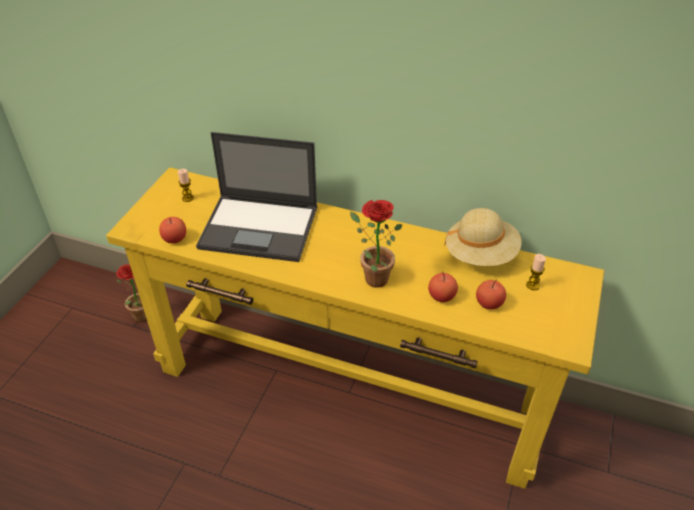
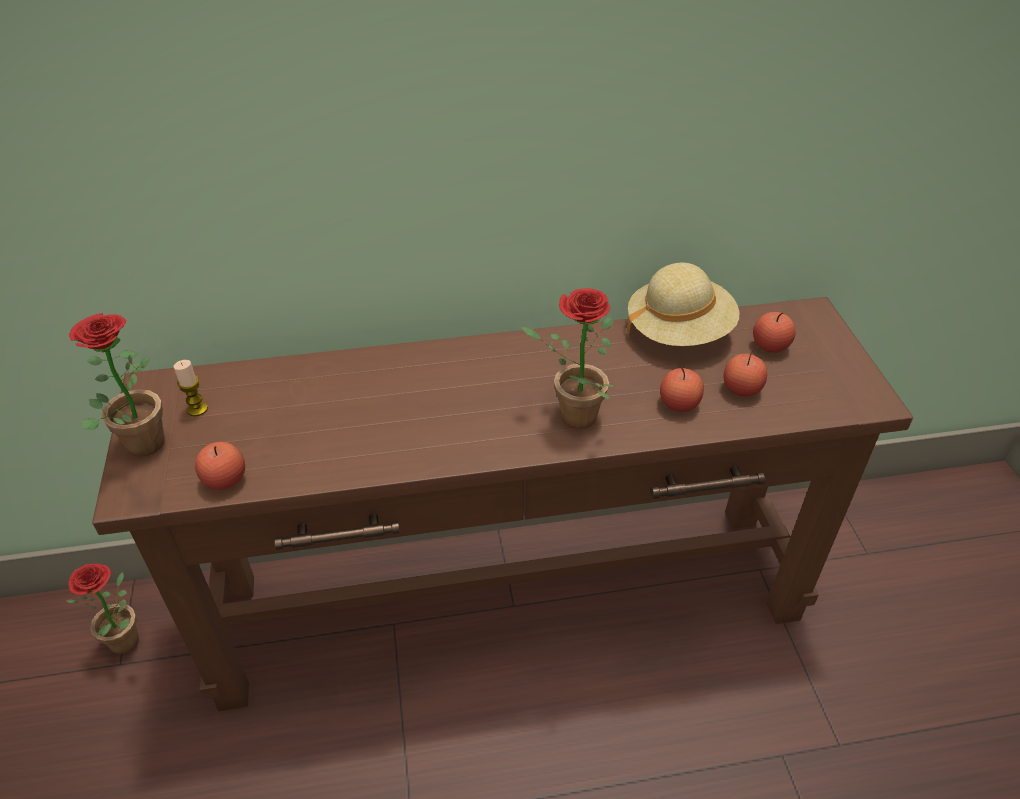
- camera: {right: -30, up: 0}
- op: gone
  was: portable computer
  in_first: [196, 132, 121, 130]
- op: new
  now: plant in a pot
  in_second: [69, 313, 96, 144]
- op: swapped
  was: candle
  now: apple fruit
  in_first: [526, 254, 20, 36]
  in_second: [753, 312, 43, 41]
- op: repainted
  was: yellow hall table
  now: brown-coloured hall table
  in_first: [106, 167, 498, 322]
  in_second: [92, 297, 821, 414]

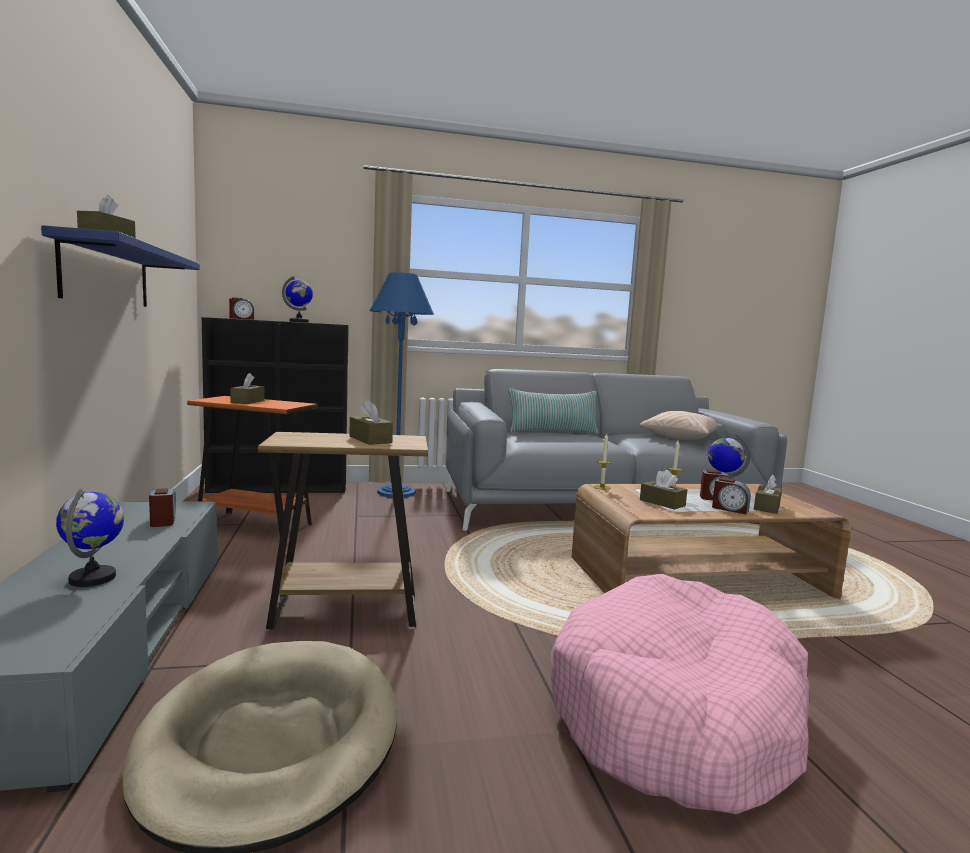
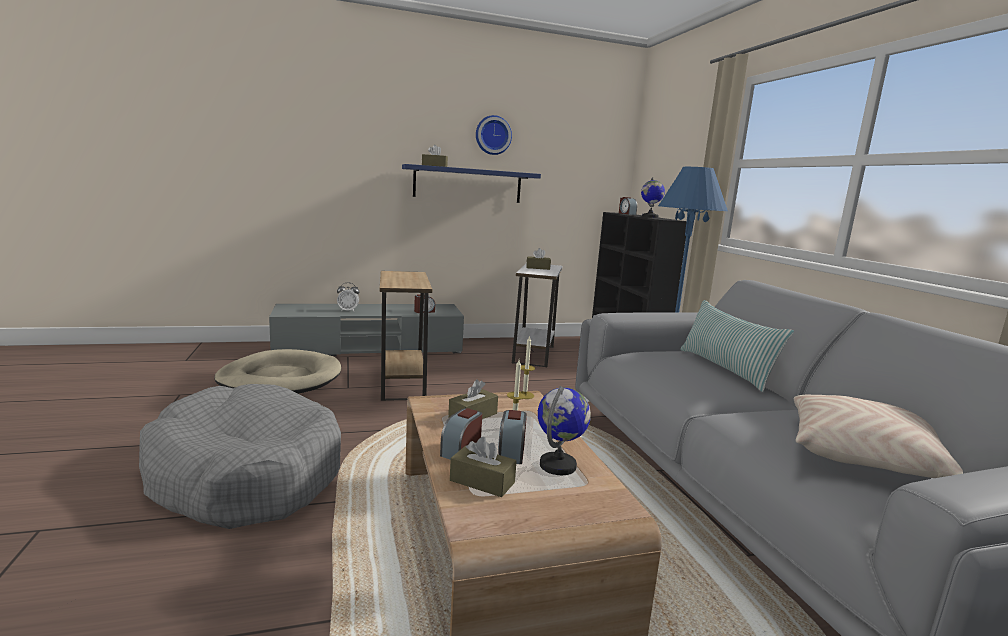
- camera: {right: 85, up: 5}
- op: gone
  was: brown-coloured tissue box
  in_first: [349, 399, 44, 46]
- op: new
  now: clock on the wall
  in_second: [476, 115, 36, 40]
- op: swapped
  was: desk globe
  now: table clock
  in_first: [56, 489, 68, 98]
  in_second: [337, 283, 22, 29]
- op: repainted
  was: orange end table
  now: white end table
  in_first: [187, 396, 130, 141]
  in_second: [512, 263, 50, 104]
- op: repainted
  was: pink-coloured dog bed
  now: grey dog bed
  in_first: [551, 574, 259, 240]
  in_second: [139, 384, 202, 145]

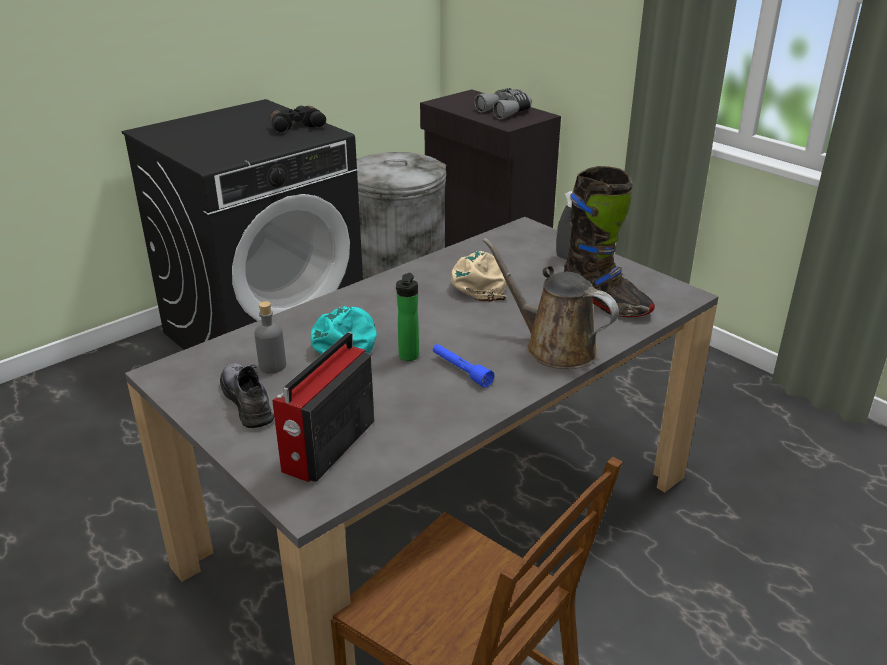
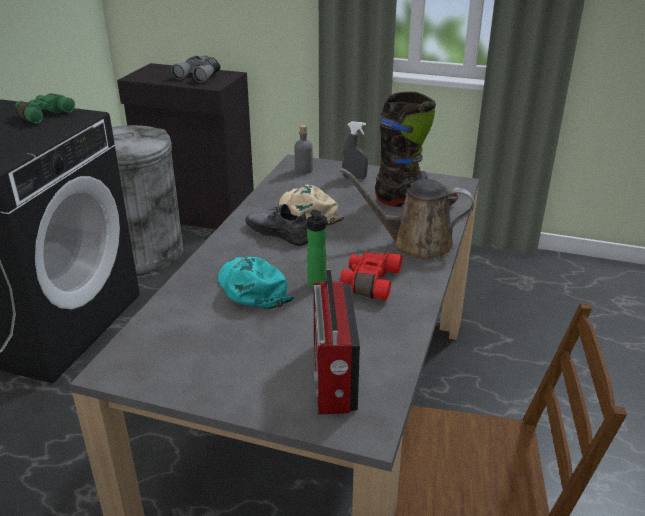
- camera: {right: -30, up: 0}
- op: shifted
  was: grey shoe
  in_first: [220, 363, 54, 65]
  in_second: [245, 204, 63, 42]
- op: shifted
  was: grey bottle
  in_first: [254, 301, 32, 73]
  in_second: [295, 125, 18, 49]
- op: swapped
  was: bluish torch
  now: red-coloured binoculars
  in_first: [433, 344, 62, 44]
  in_second: [340, 251, 62, 49]
- op: repainted
  was: black binoculars
  now: green-coloured binoculars
  in_first: [270, 106, 56, 27]
  in_second: [15, 94, 60, 29]

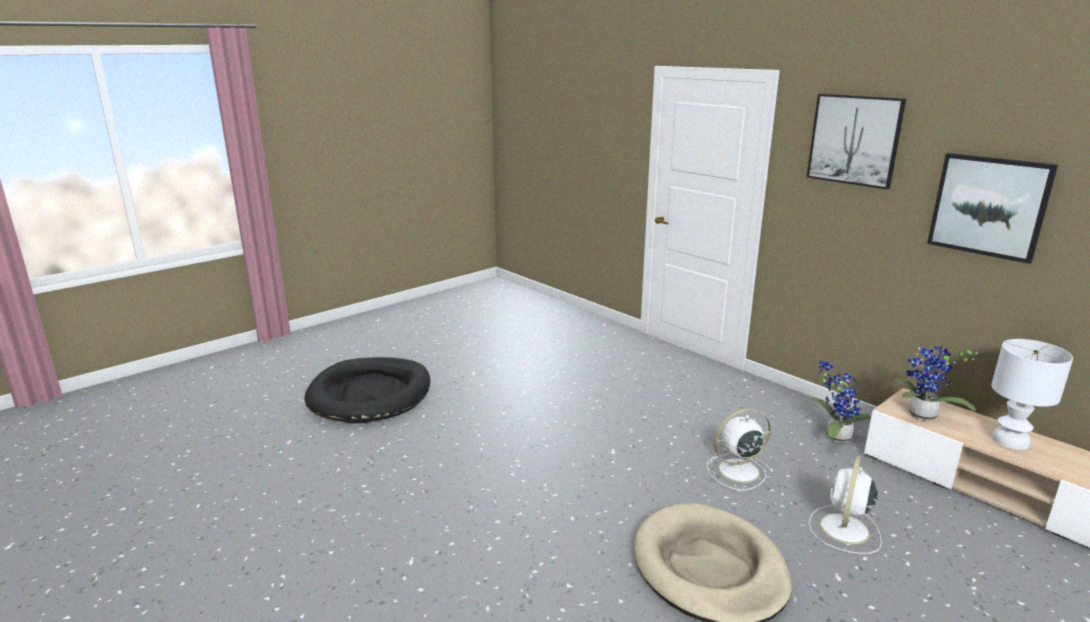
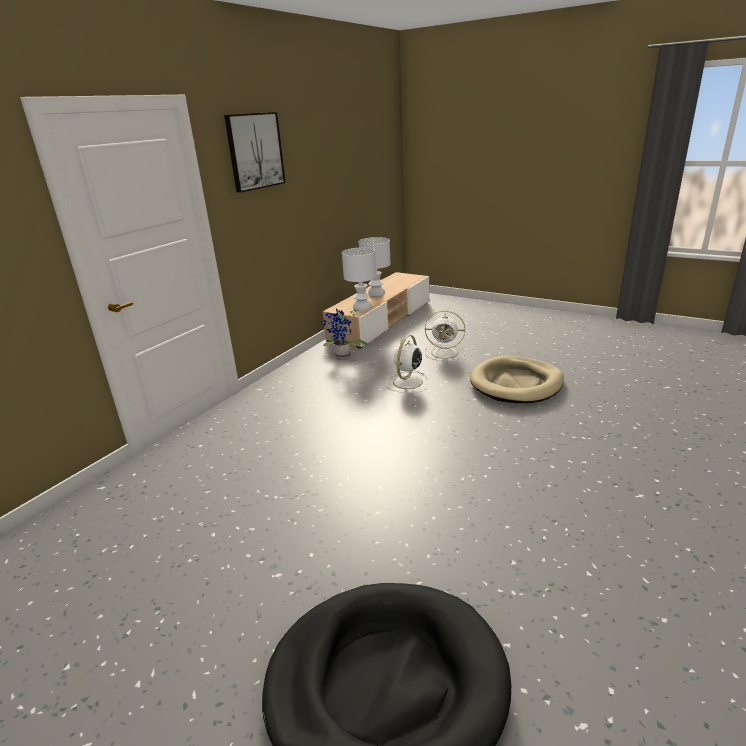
- camera: {right: -105, up: 5}
- op: gone
  was: wall art
  in_first: [927, 153, 131, 111]
- op: swapped
  was: plant in a pot
  now: white lamp for a table
  in_first: [894, 345, 84, 76]
  in_second: [342, 247, 34, 64]
- op: rotated
  was: white electric fan
  in_first: [707, 408, 66, 82]
  in_second: [386, 335, 42, 58]
  clockwise: 60

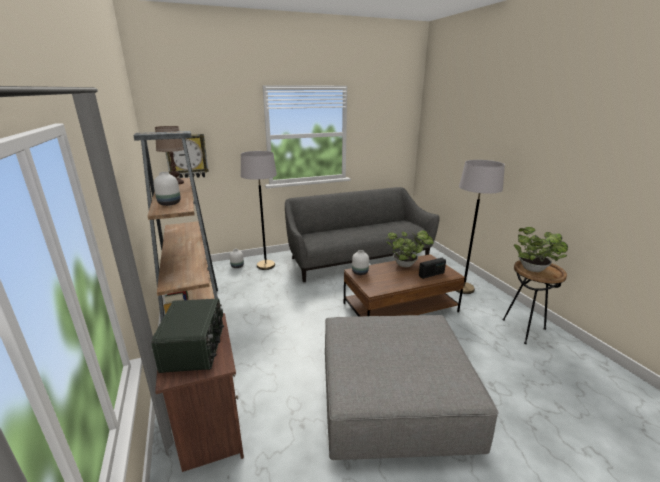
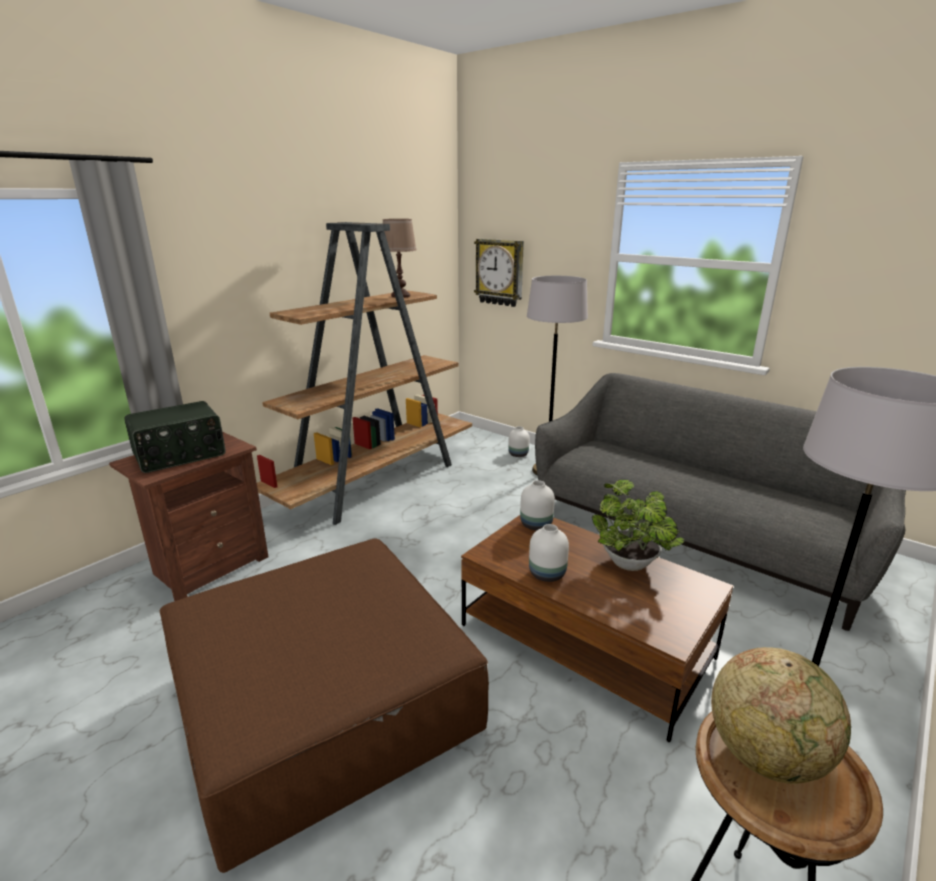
- camera: {right: 60, up: 0}
- op: gone
  was: radio
  in_first: [419, 258, 27, 21]
- op: shifted
  was: white vase
  in_first: [153, 172, 27, 34]
  in_second: [529, 524, 40, 58]
- op: swapped
  was: plant in a pot
  now: desk globe
  in_first: [514, 227, 54, 45]
  in_second: [711, 647, 140, 137]
- op: repainted
  was: grey footrest
  now: brown-coloured footrest
  in_first: [325, 315, 174, 145]
  in_second: [160, 538, 329, 335]

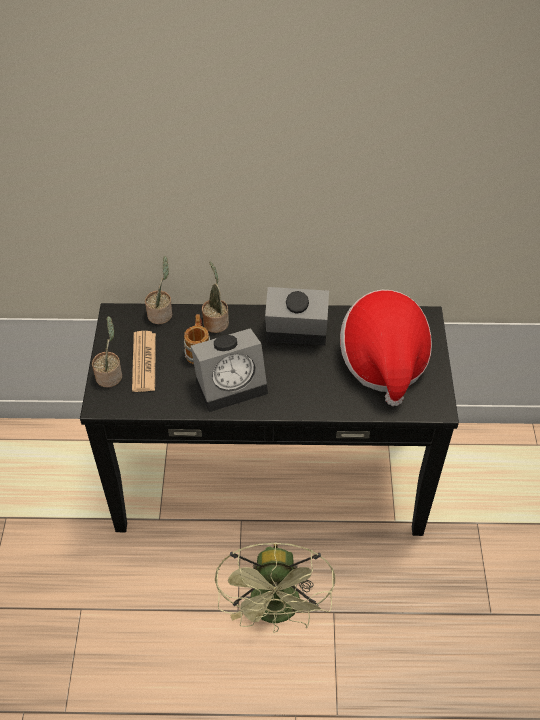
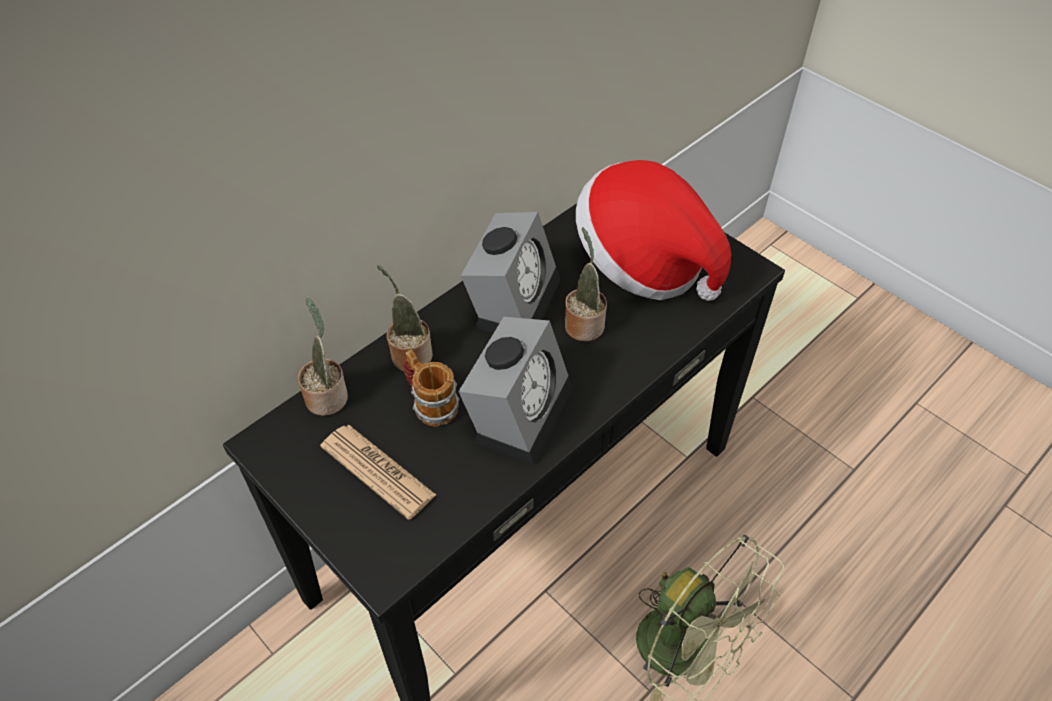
- camera: {right: -45, up: 0}
- op: shifted
  was: plant in a pot
  in_first: [92, 316, 30, 71]
  in_second: [565, 227, 42, 114]
- op: rotated
  was: table clock
  in_first: [265, 287, 64, 59]
  in_second: [461, 212, 99, 121]
  clockwise: 150

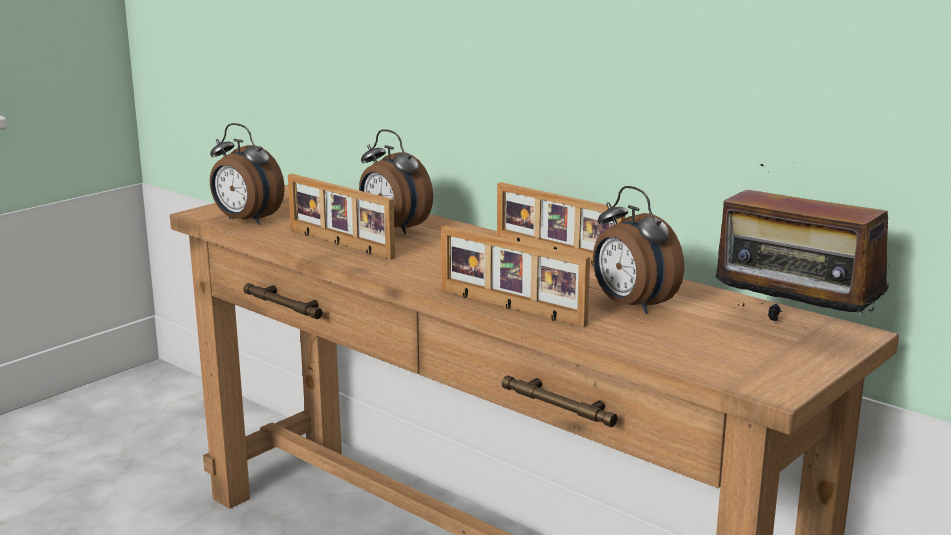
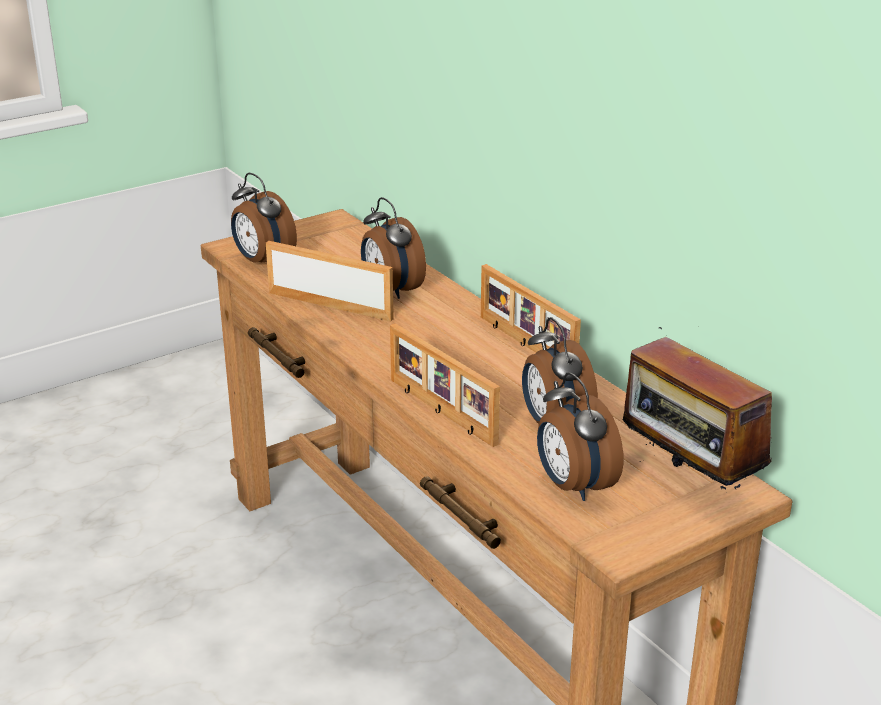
- camera: {right: 15, up: 10}
- op: new
  now: table clock
  in_second: [537, 372, 86, 129]
- op: rotated
  was: standing frame
  in_first: [288, 174, 107, 86]
  in_second: [266, 241, 128, 80]
  clockwise: 150

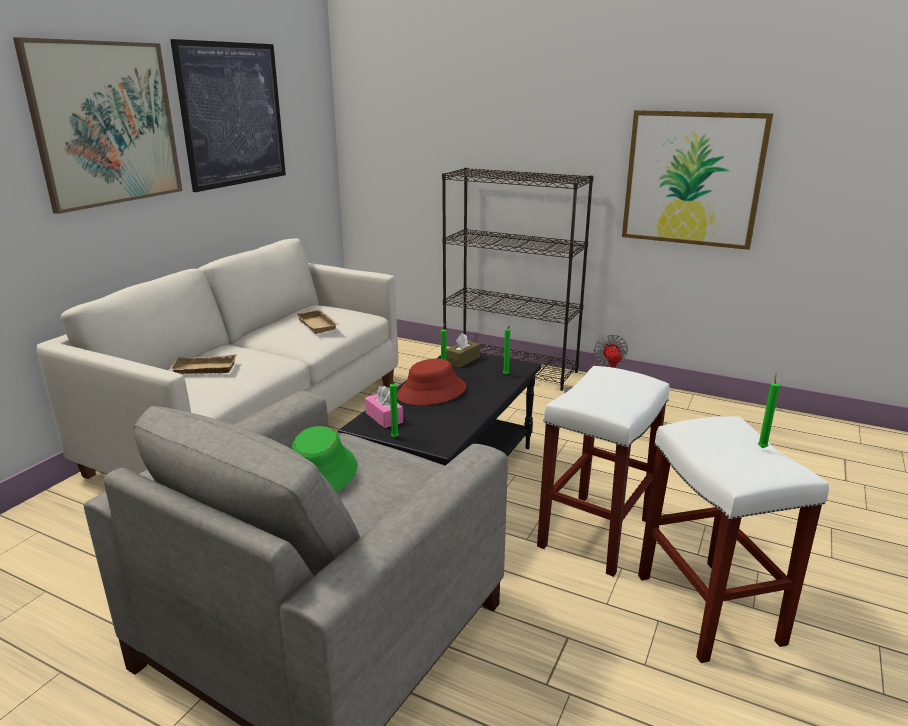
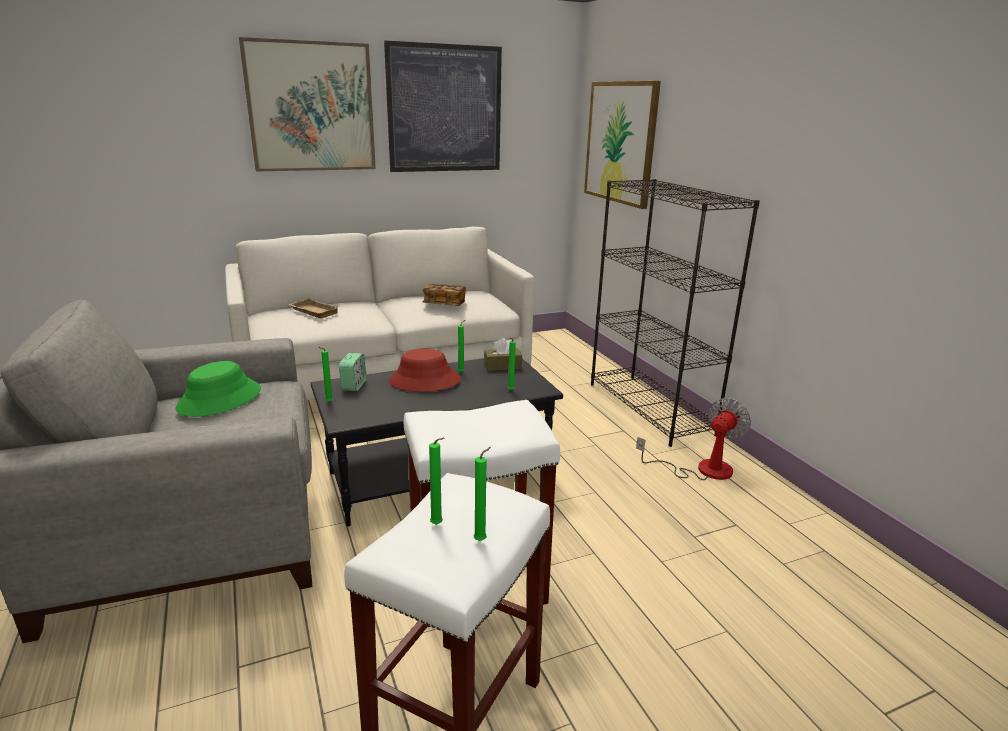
- camera: {right: 40, up: 0}
- op: new
  now: green-coloured candle
  in_second: [429, 438, 15, 87]
- op: shifted
  was: wall art
  in_first: [622, 110, 151, 140]
  in_second: [584, 81, 77, 128]
- op: swapped
  was: beige serving tray
  now: bound book
  in_first: [296, 309, 43, 25]
  in_second: [422, 284, 44, 22]
- op: swapped
  was: pink-coloured tissue box
  now: table clock
  in_first: [365, 386, 38, 42]
  in_second: [339, 353, 27, 38]

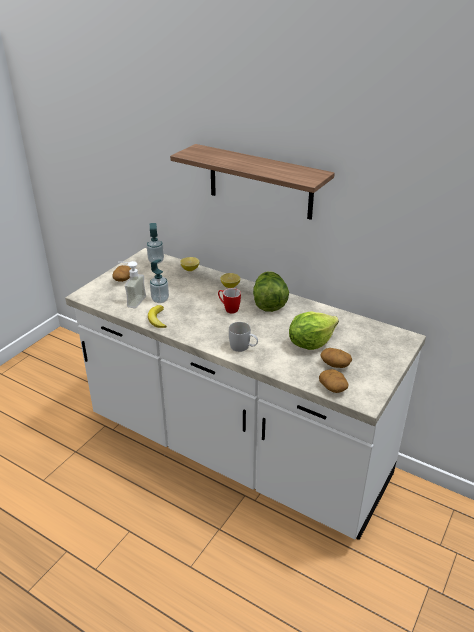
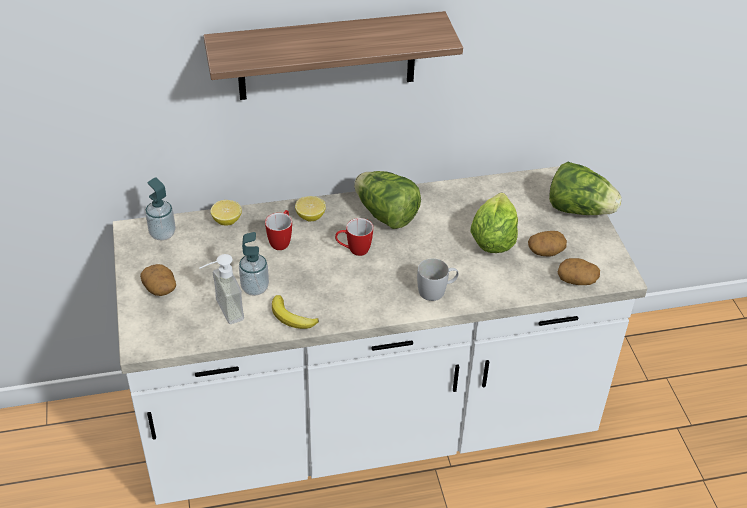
- camera: {right: -45, up: 10}
- op: new
  now: mug
  in_second: [265, 210, 27, 40]
- op: new
  now: head of lettuce
  in_second: [549, 162, 73, 53]

